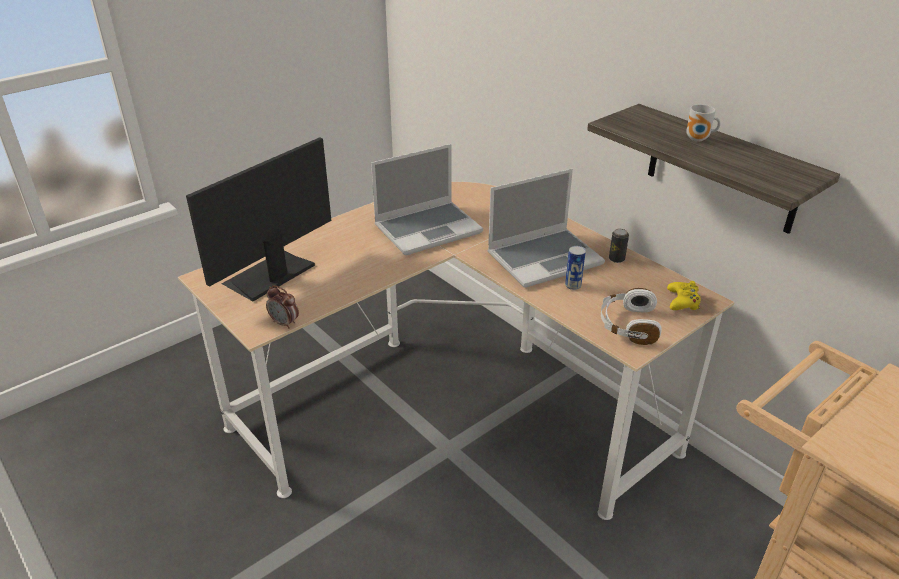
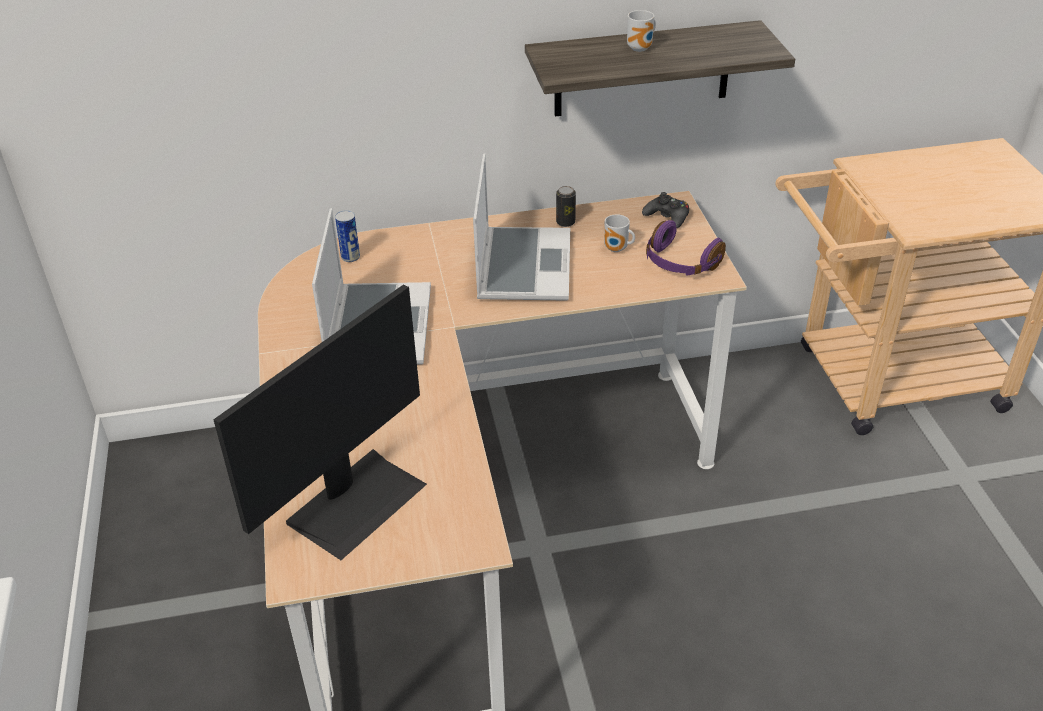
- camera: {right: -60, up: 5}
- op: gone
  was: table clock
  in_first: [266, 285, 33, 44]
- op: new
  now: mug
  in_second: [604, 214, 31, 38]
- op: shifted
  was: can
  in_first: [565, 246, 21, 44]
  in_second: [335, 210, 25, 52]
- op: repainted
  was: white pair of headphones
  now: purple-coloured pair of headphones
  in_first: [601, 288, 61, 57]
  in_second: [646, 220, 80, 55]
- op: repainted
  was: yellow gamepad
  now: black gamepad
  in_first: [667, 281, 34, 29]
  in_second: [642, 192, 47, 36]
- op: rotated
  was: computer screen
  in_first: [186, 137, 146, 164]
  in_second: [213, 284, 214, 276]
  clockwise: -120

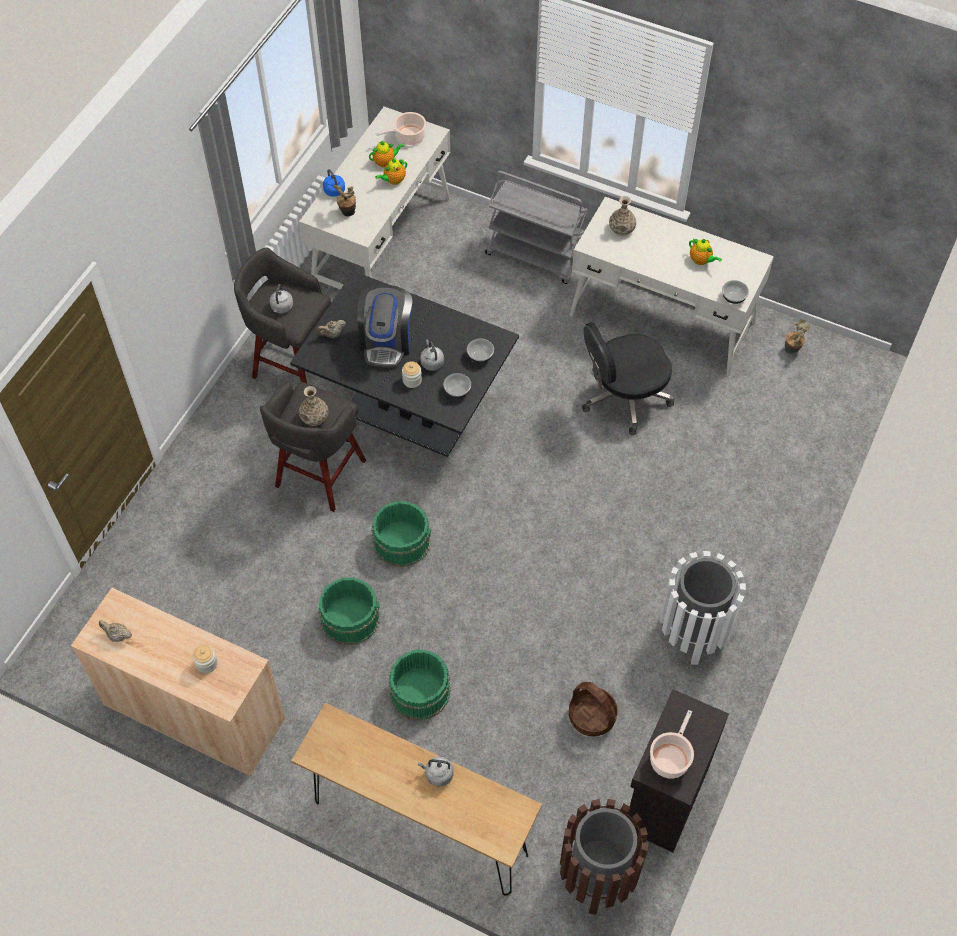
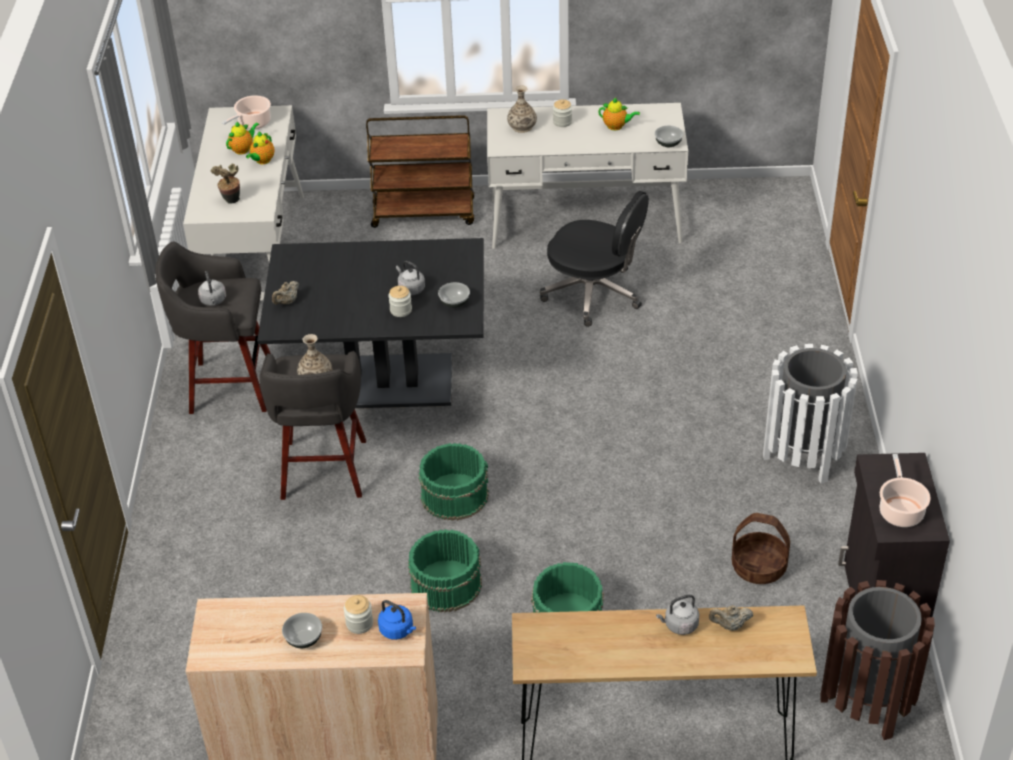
- camera: {right: -25, up: -15}
- op: gone
  was: coffee brewer
  in_first: [357, 285, 55, 82]
- op: gone
  was: plant in a pot
  in_first: [785, 319, 25, 35]
- op: new
  now: preserve jar
  in_second: [553, 99, 19, 28]
- op: shifted
  was: beige teapot
  in_first: [99, 620, 33, 22]
  in_second: [709, 605, 45, 26]
- op: shifted
  was: bluish water kettle
  in_first: [323, 169, 22, 28]
  in_second: [378, 600, 38, 40]
- op: shifted
  was: bowl
  in_first: [467, 338, 27, 25]
  in_second: [282, 613, 40, 35]
- op: repainted
  was: grey wheeled cart
  now: brown-coloured wheeled cart
  in_first: [485, 171, 103, 113]
  in_second: [366, 115, 108, 113]
- op: rotated
  was: black desk chair
  in_first: [582, 322, 93, 113]
  in_second: [540, 191, 109, 136]
  clockwise: -105

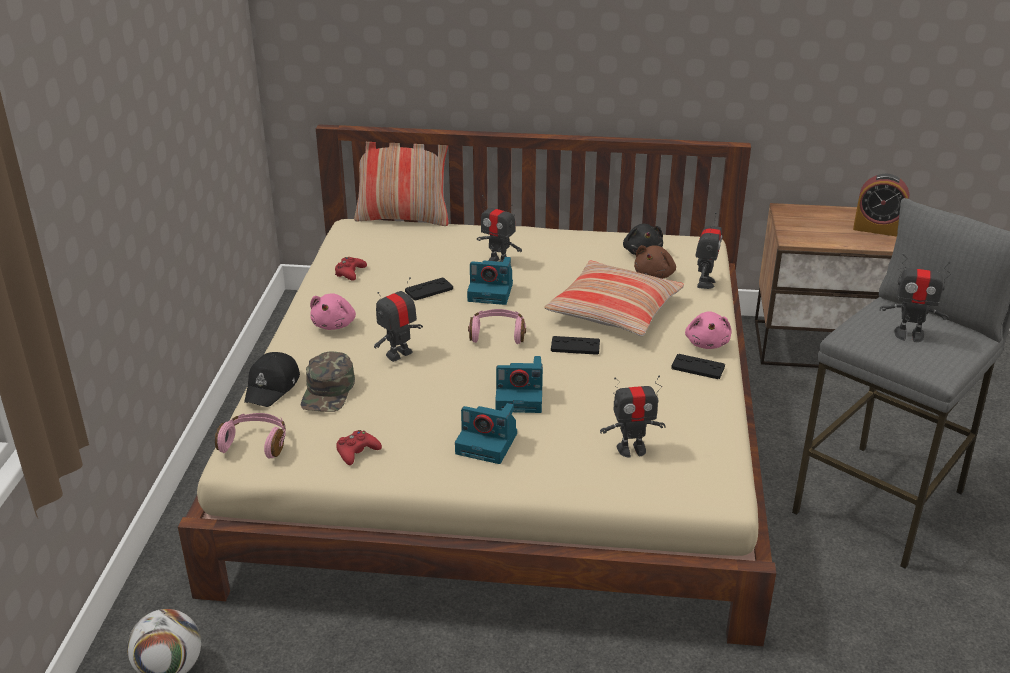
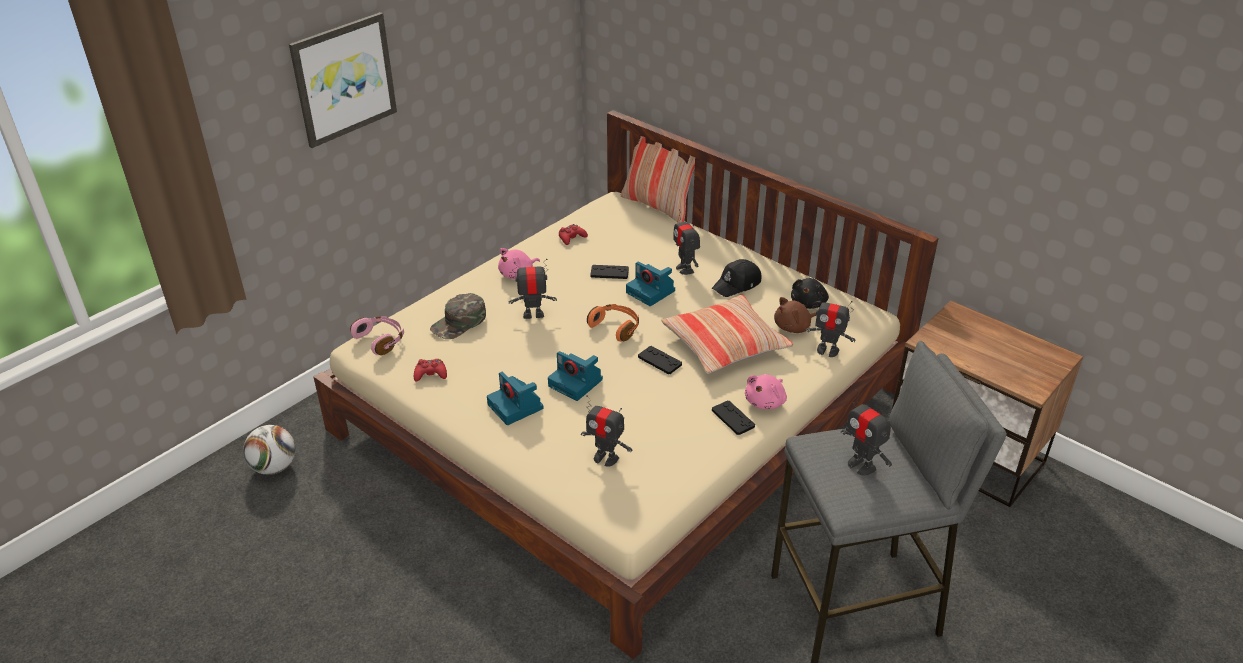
- camera: {right: 35, up: 5}
- op: gone
  was: table clock
  in_first: [853, 174, 56, 63]
- op: new
  now: wall art
  in_second: [289, 12, 108, 136]
- op: shifted
  was: black baseball cap
  in_first: [244, 352, 56, 55]
  in_second: [712, 259, 50, 38]
- op: repainted
  was: pink-coloured pair of headphones
  now: orange pair of headphones
  in_first: [468, 309, 58, 35]
  in_second: [587, 304, 52, 38]
- op: rotated
  was: model robot
  in_first: [695, 212, 27, 77]
  in_second: [805, 292, 50, 65]
  clockwise: 60

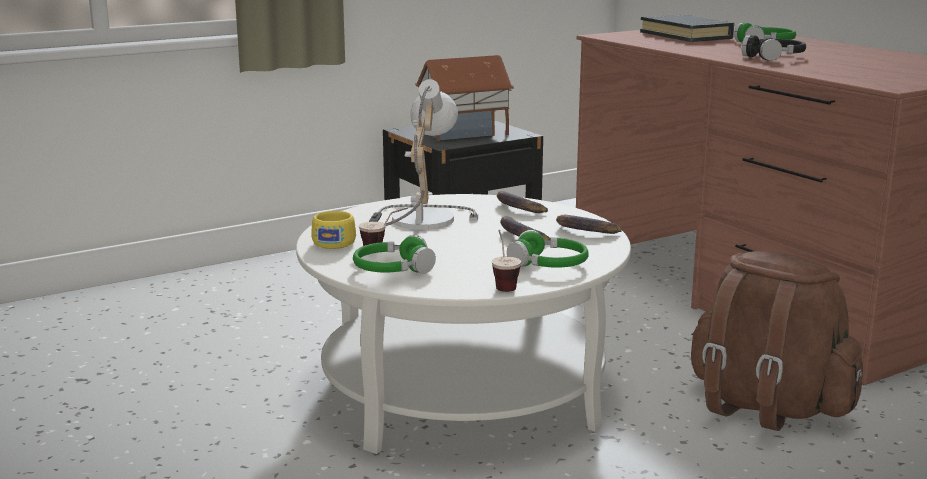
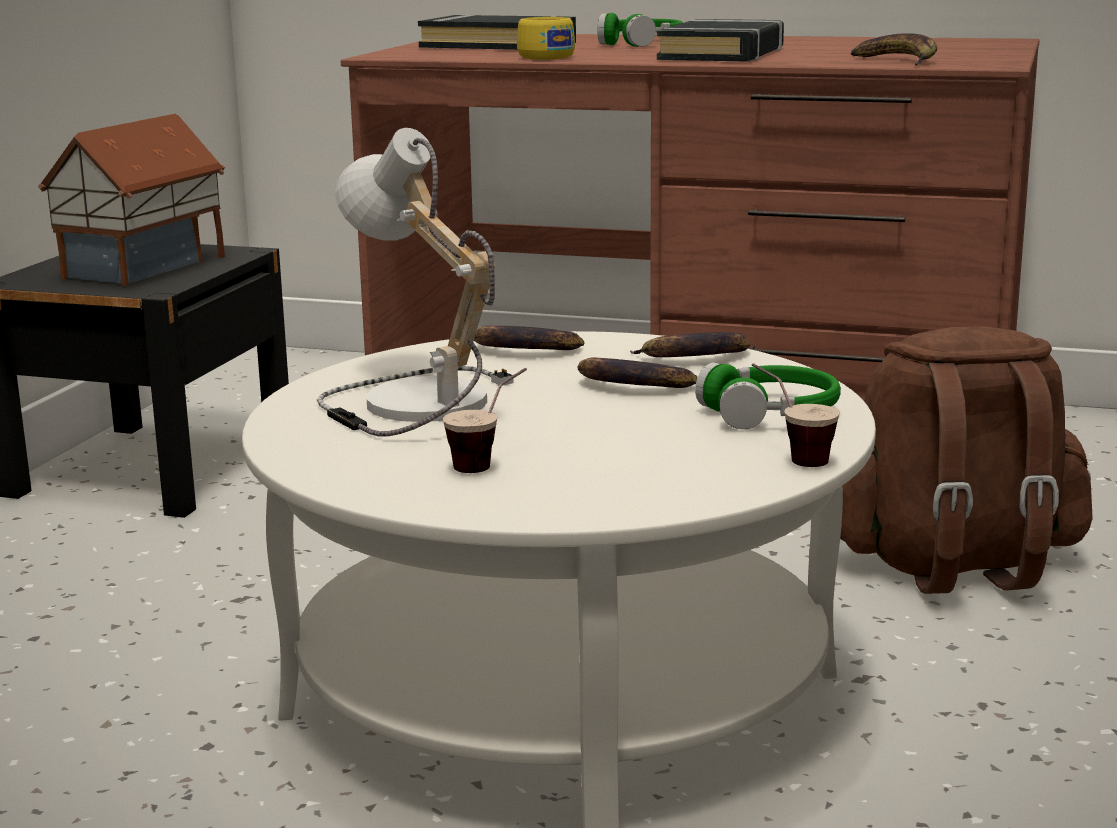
- camera: {right: -40, up: 0}
- op: gone
  was: green-coloured pair of headphones
  in_first: [353, 235, 83, 39]
- op: new
  now: whole banana
  in_second: [851, 33, 86, 33]
- op: shifted
  was: yellow small cup
  in_first: [312, 211, 44, 38]
  in_second: [517, 17, 58, 43]
- op: swapped
  was: black pair of headphones
  now: black bound book
  in_first: [742, 35, 64, 26]
  in_second: [657, 19, 127, 43]

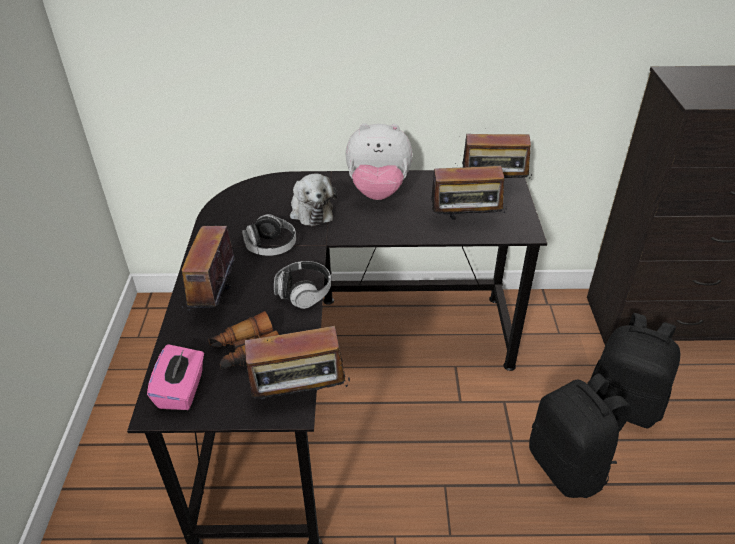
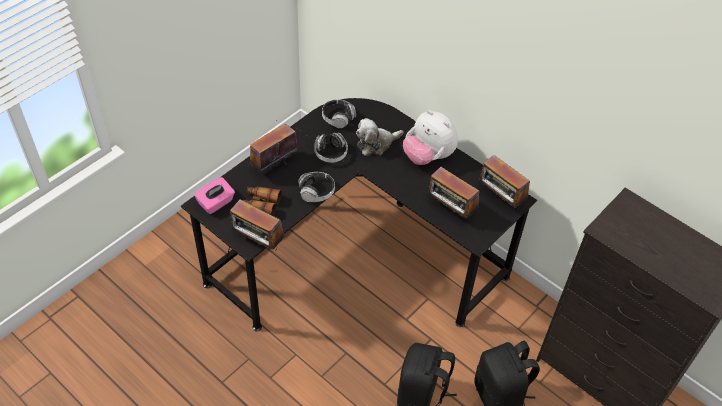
- camera: {right: 40, up: 10}
- op: new
  now: pair of headphones
  in_second: [322, 99, 34, 29]
- op: rotated
  was: soft toy
  in_first: [290, 173, 47, 53]
  in_second: [356, 118, 47, 38]
  clockwise: 45

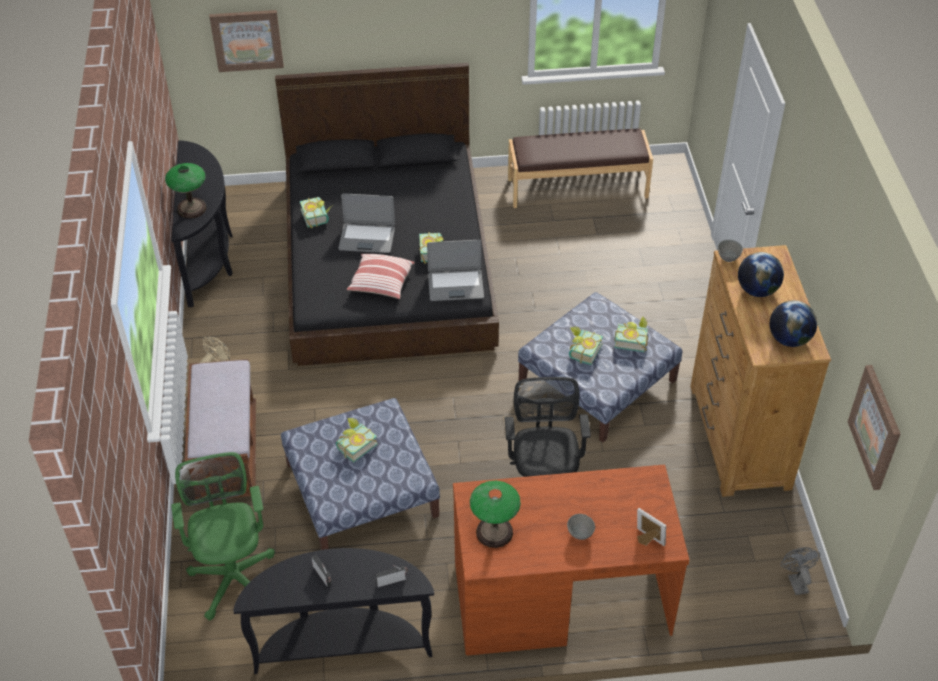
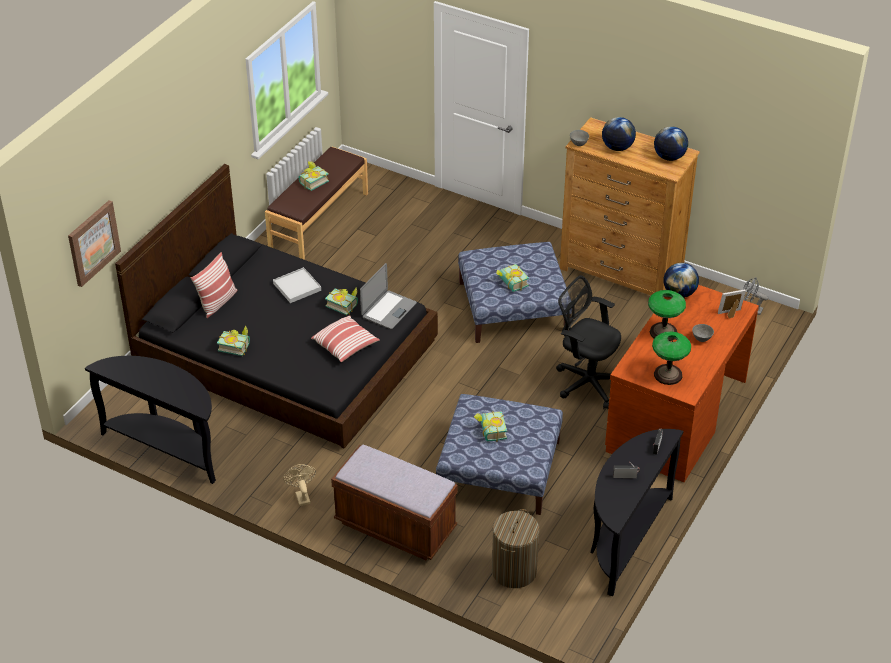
- camera: {right: -55, up: -5}
- op: gone
  was: portable computer
  in_first: [338, 193, 57, 60]
- op: gone
  was: wall art
  in_first: [848, 365, 53, 125]
- op: new
  now: cushion
  in_second: [191, 252, 46, 66]
- op: new
  now: white serving tray
  in_second: [273, 267, 48, 36]
- op: new
  now: desk globe
  in_second: [664, 263, 35, 35]
- op: shifted
  was: lamp for a table
  in_first: [165, 163, 41, 55]
  in_second: [648, 290, 38, 51]
- op: shifted
  was: bound book
  in_first: [614, 317, 34, 35]
  in_second: [299, 161, 30, 30]
- op: swapped
  was: green-coloured desk chair
  now: laundry basket
  in_first: [171, 452, 104, 168]
  in_second: [492, 509, 48, 79]

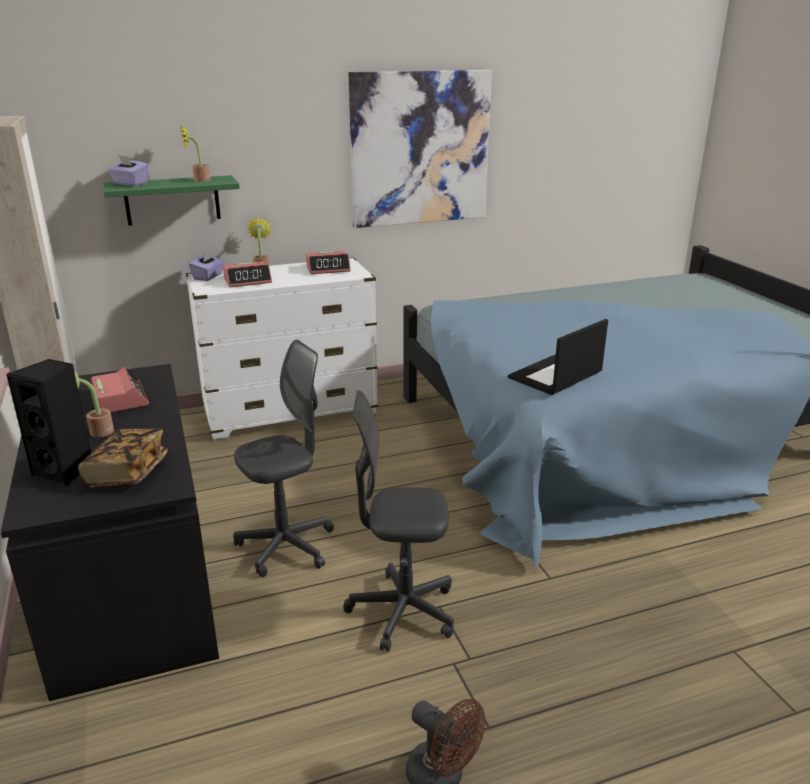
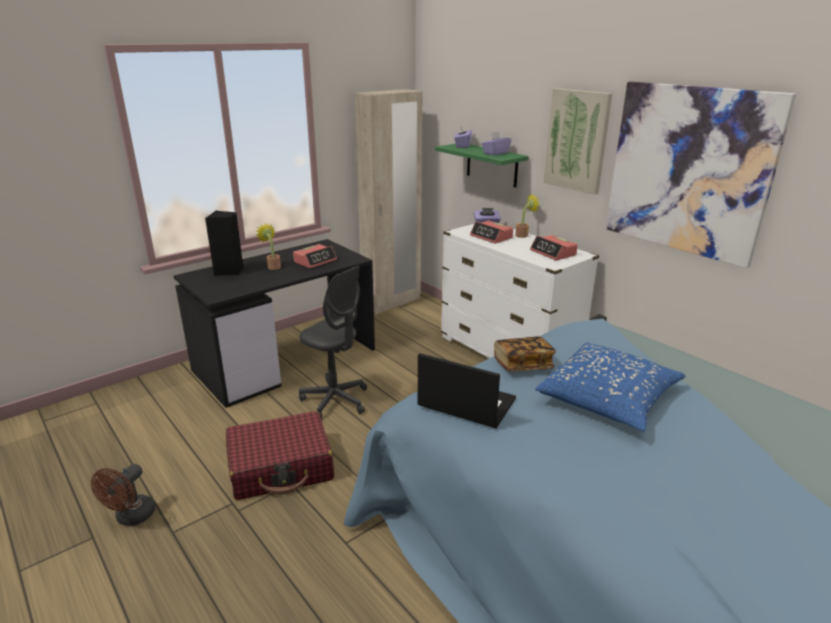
- camera: {right: 70, up: 0}
- op: new
  now: bluish cushion
  in_second: [535, 342, 150, 90]
- op: new
  now: wall art
  in_second: [543, 88, 70, 107]
- op: shifted
  was: bound book
  in_first: [78, 428, 90, 60]
  in_second: [494, 337, 62, 34]
- op: swapped
  was: plant in a pot
  now: purple-coloured tissue box
  in_first: [179, 125, 31, 57]
  in_second: [482, 131, 29, 24]
- op: swapped
  was: grey desk chair
  now: red-coloured travel case
  in_first: [343, 390, 111, 262]
  in_second: [226, 411, 108, 89]

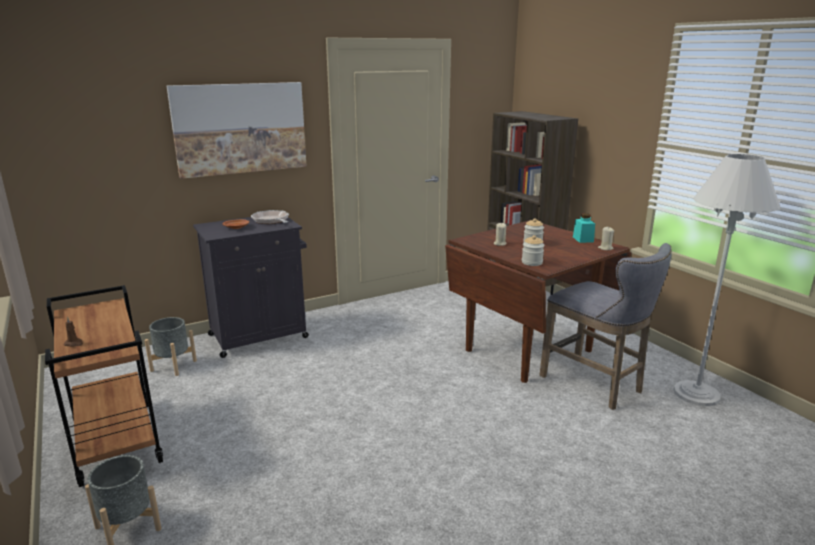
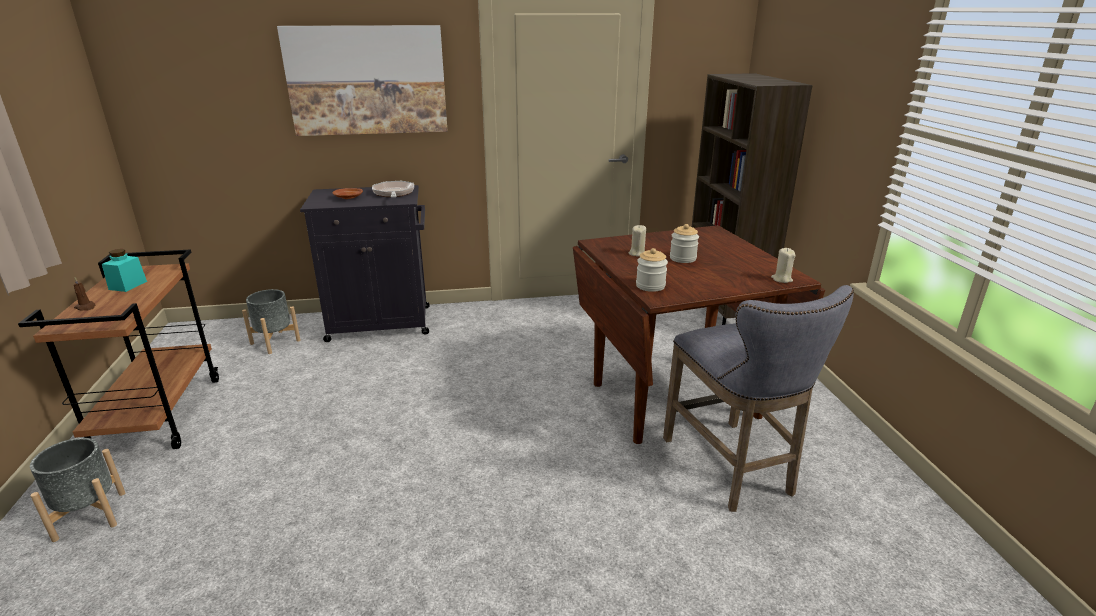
- camera: {right: 20, up: 5}
- op: gone
  was: white floor lamp
  in_first: [674, 154, 107, 252]
- op: shifted
  was: blue-green preserve jar
  in_first: [573, 213, 22, 30]
  in_second: [102, 249, 45, 43]

